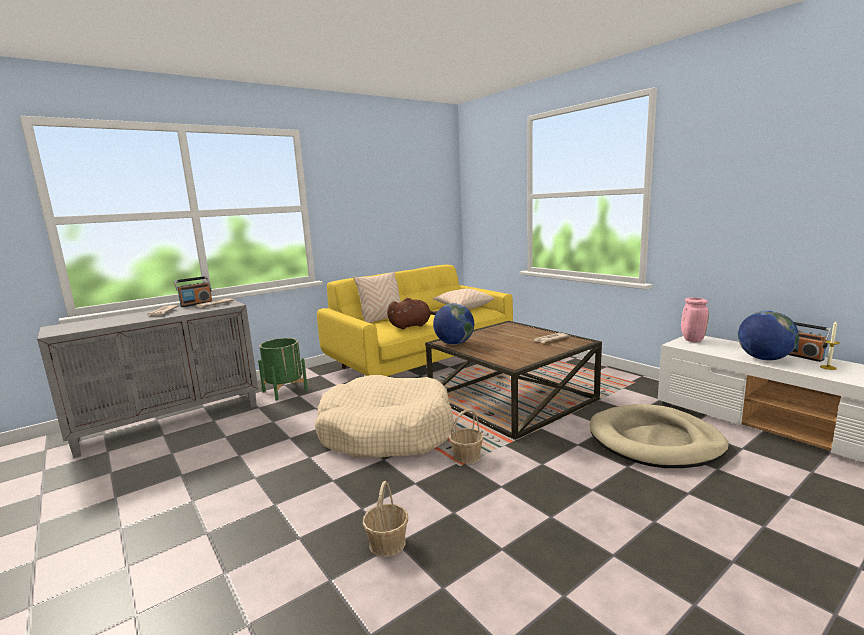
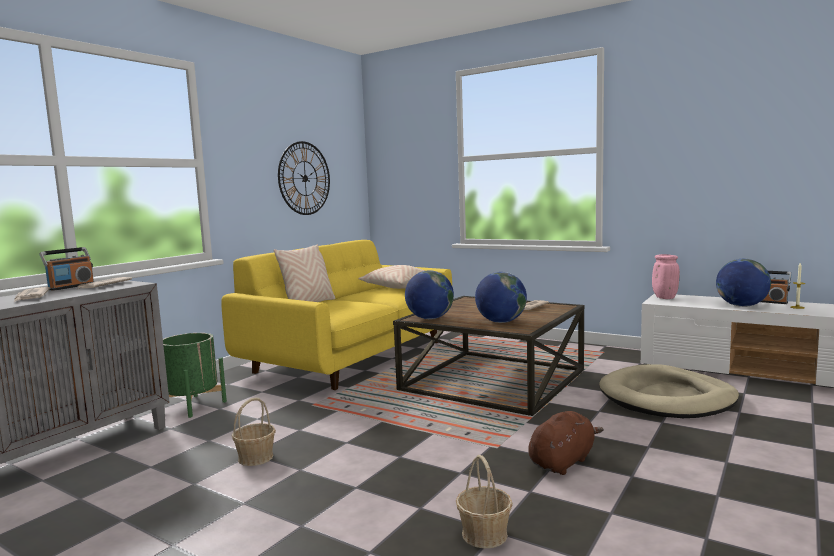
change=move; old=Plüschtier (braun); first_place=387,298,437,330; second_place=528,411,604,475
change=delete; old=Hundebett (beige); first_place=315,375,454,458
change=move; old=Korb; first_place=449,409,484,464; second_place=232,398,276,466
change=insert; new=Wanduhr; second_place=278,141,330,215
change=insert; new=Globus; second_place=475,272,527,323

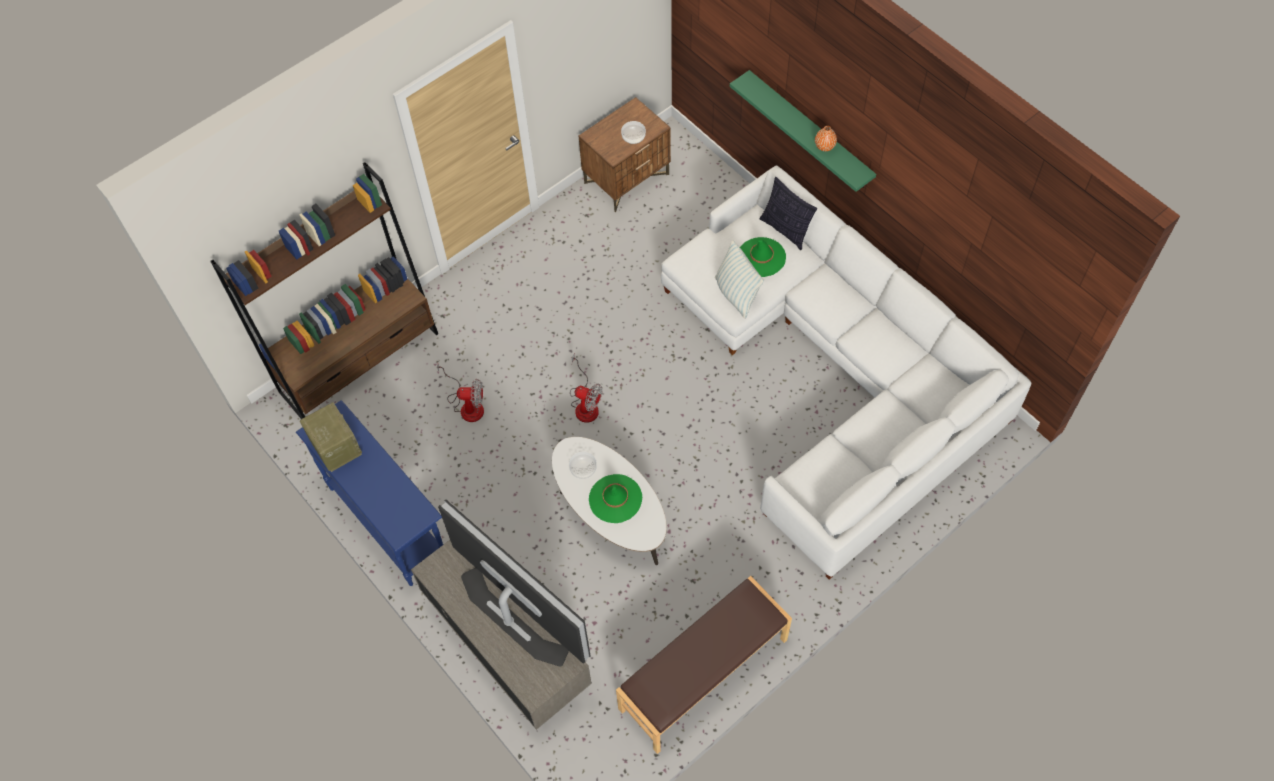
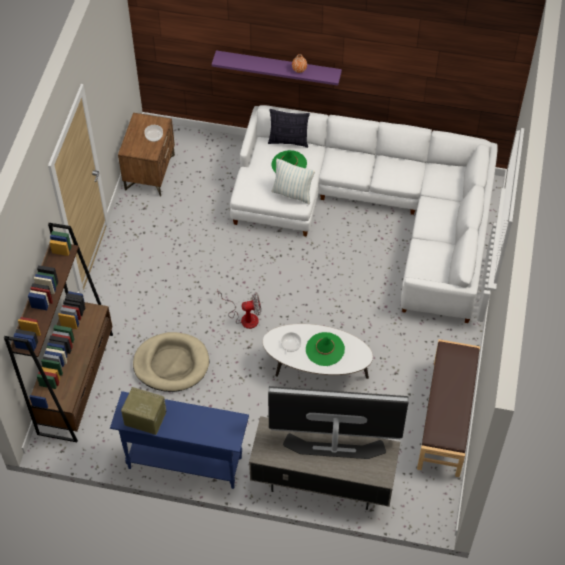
change=recolor; old=Wandregal (grün); new=Wandregal (lila); first_place=730,70,876,192; second_place=212,50,342,86
change=replace; old=Ventilator; new=Hundebett (beige); first_place=437,363,484,422; second_place=133,332,209,392

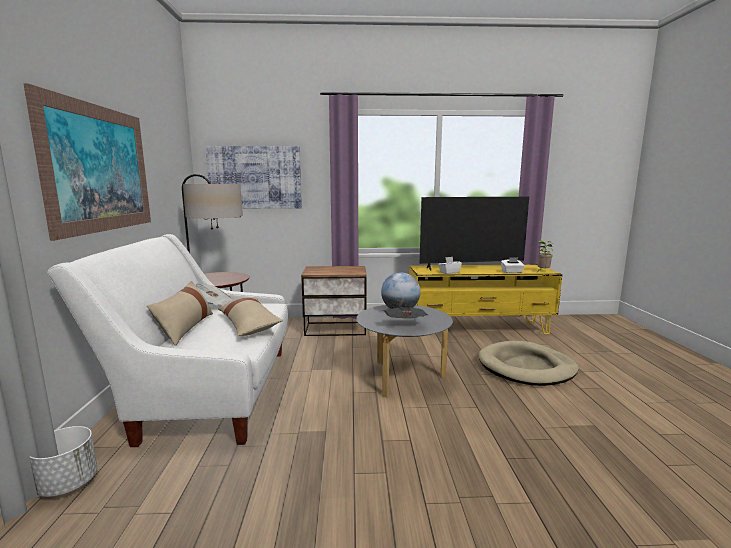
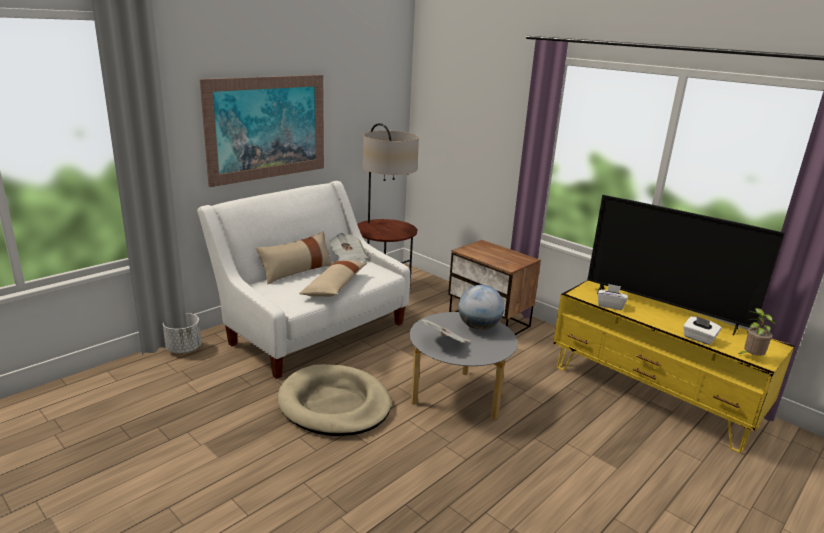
change=delete; old=Bild; first_place=206,146,302,209
change=move; old=Hundebett (beige); first_place=478,341,579,386; second_place=278,364,391,436

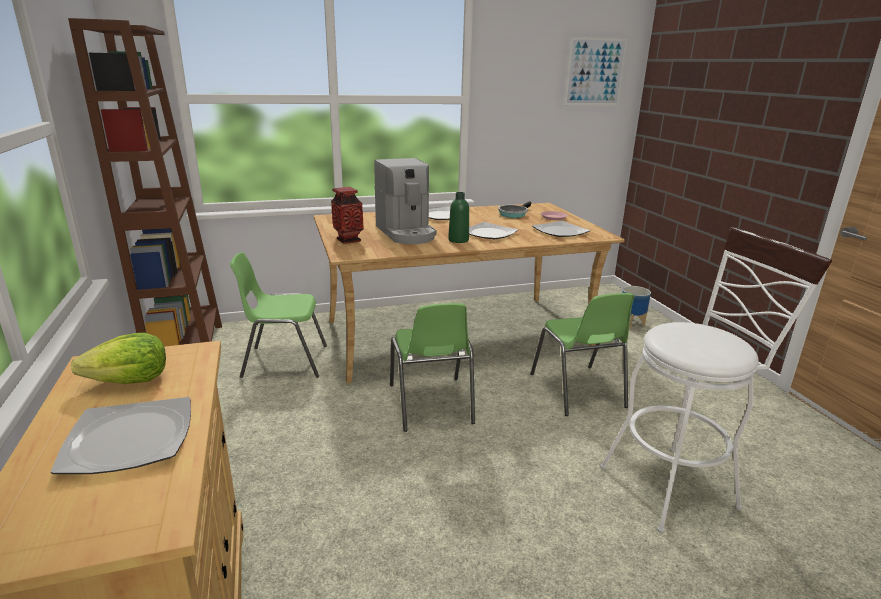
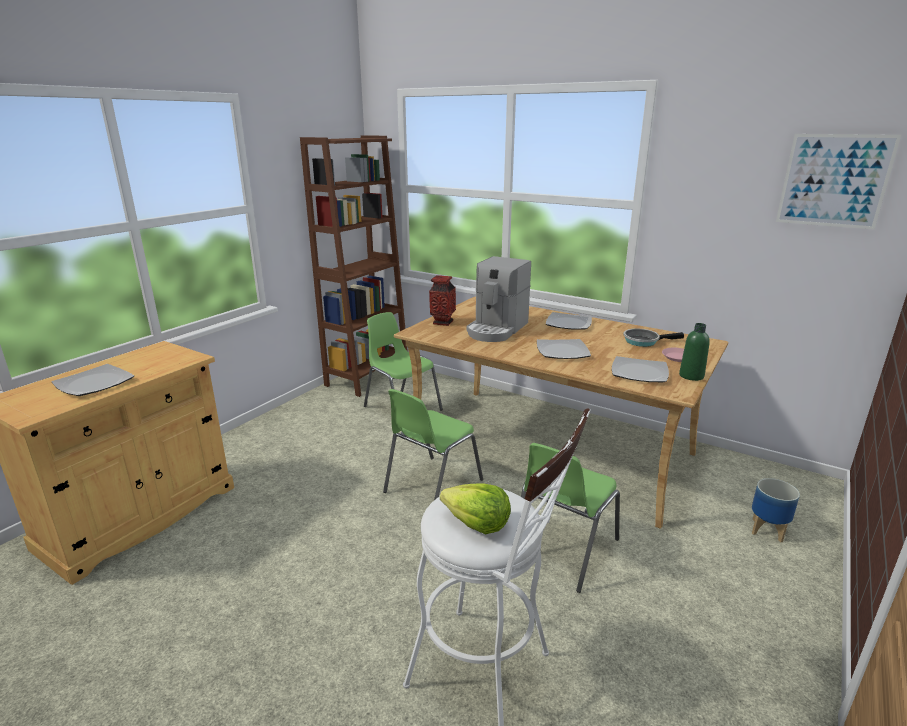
change=move; old=Flasche (grün); first_place=448,192,469,243; second_place=679,323,710,381
change=move; old=Salatkopf; first_place=71,333,166,384; second_place=440,483,511,534

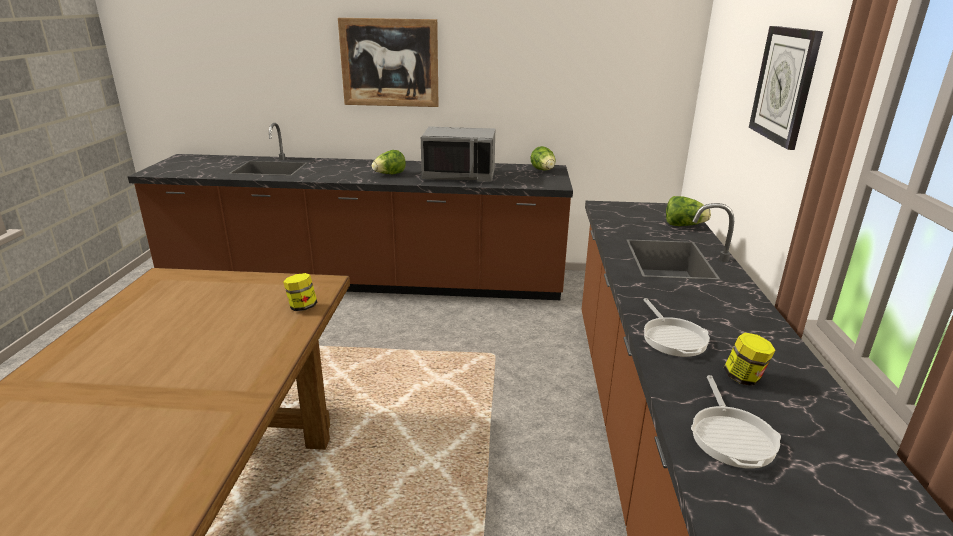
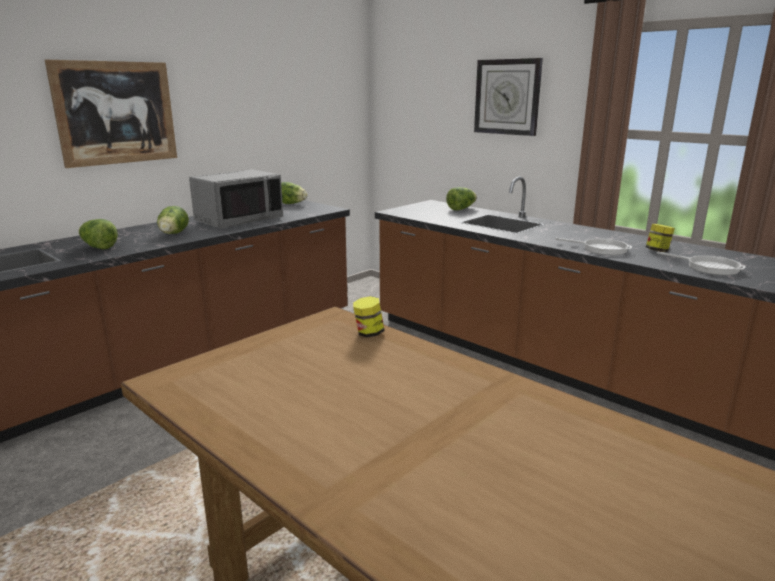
change=insert; new=Salatkopf; second_place=79,219,118,249

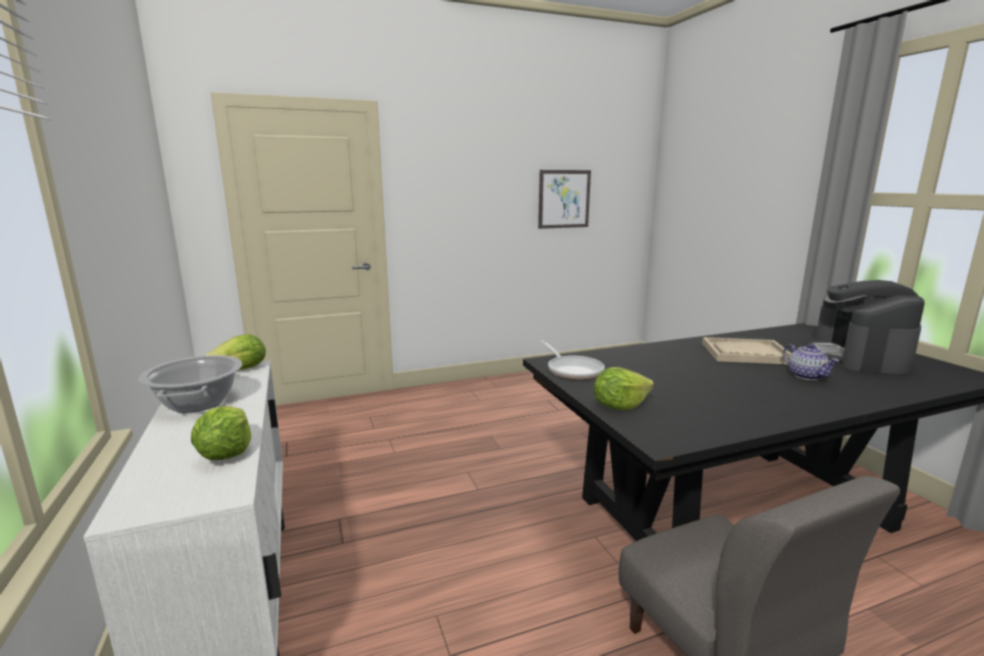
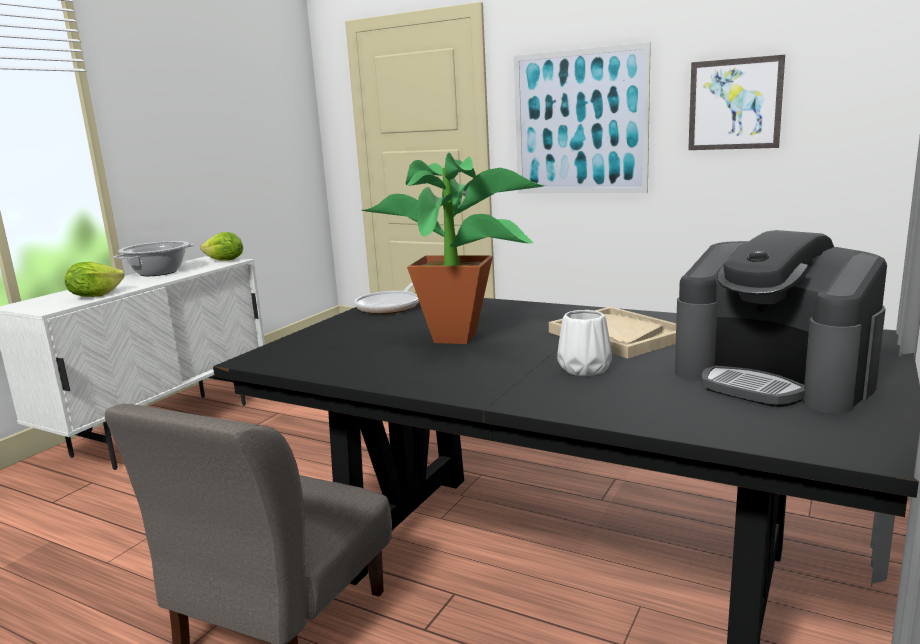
change=rotate; old=Kaffeemaschine; first_place=811,280,925,374; second_place=675,230,887,414; degrees=-105
change=replace; old=Teekanne; new=Vase (weiß); first_place=783,344,839,380; second_place=557,310,612,376
change=delete; old=Salatkopf; first_place=594,367,654,410
change=insert; new=Bild; second_place=514,42,651,193
change=insert; new=Topfpflanze; second_place=362,153,546,344

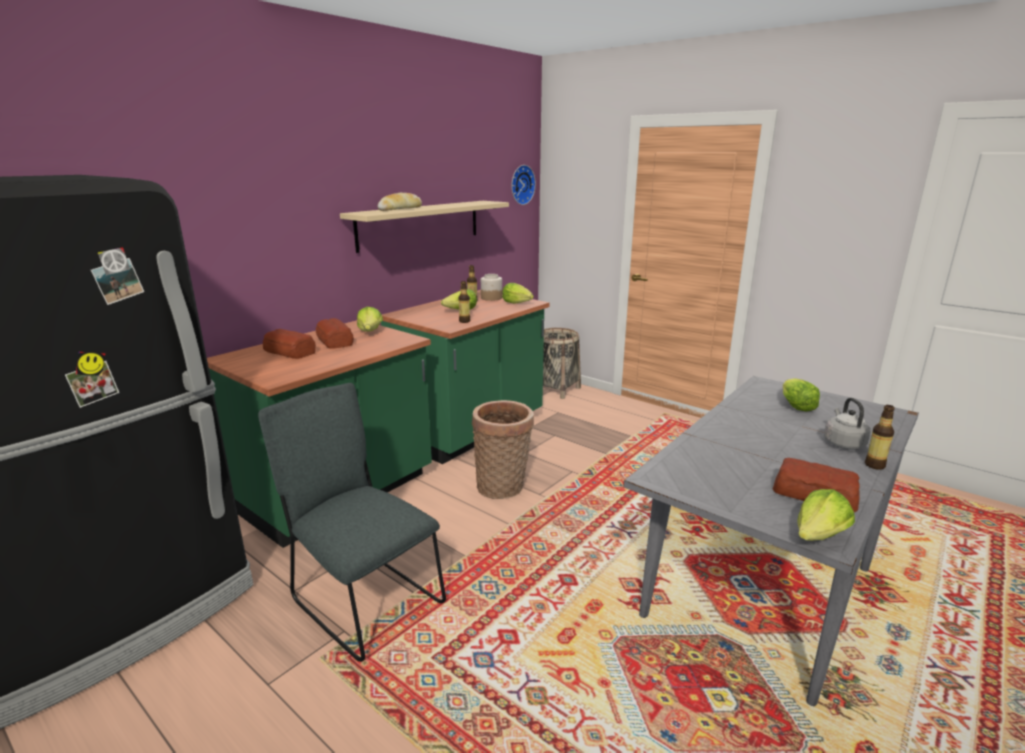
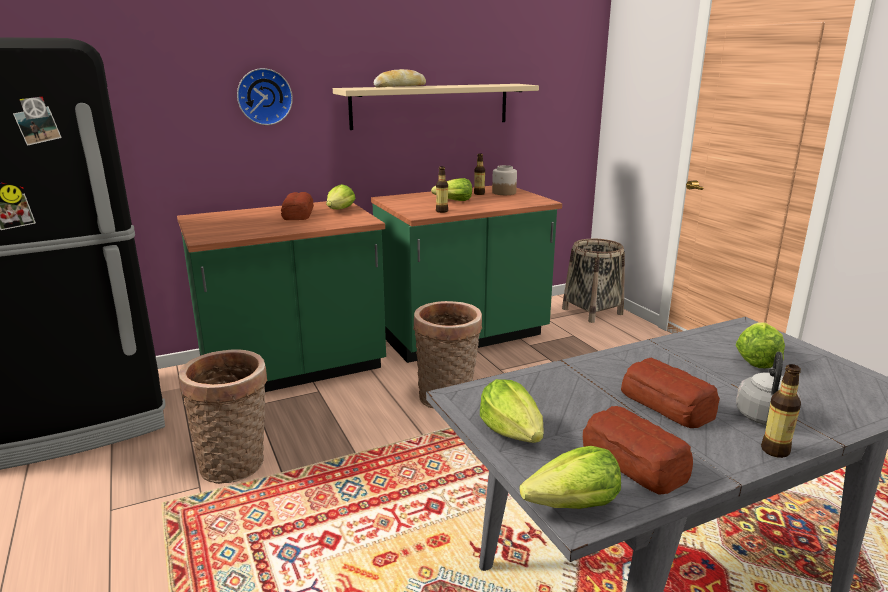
change=move; old=Wanduhr; first_place=512,165,536,205; second_place=237,68,293,125
change=move; old=Salatkopf; first_place=502,283,534,303; second_place=480,379,544,443
change=move; old=Brot; first_place=263,329,316,359; second_place=621,358,720,428
change=replace; old=Stuhl (grau); new=Korb; first_place=258,383,446,662; second_place=179,349,267,484

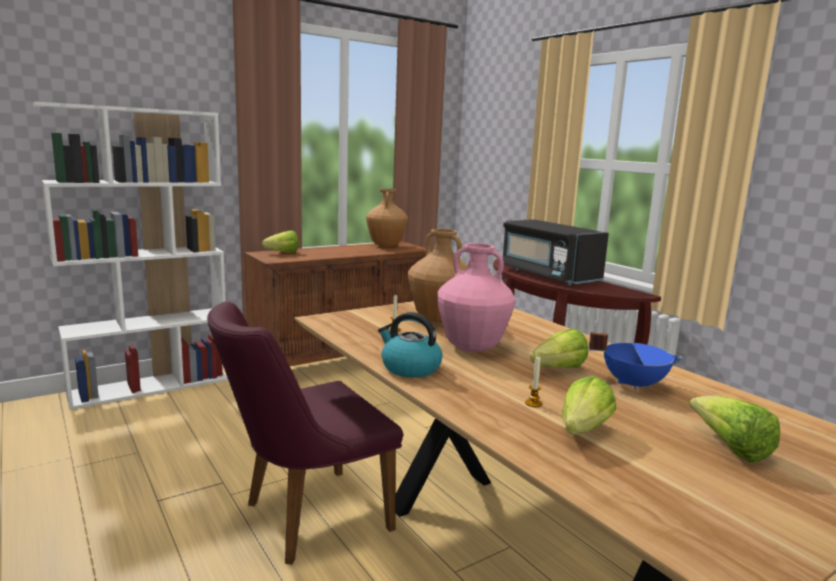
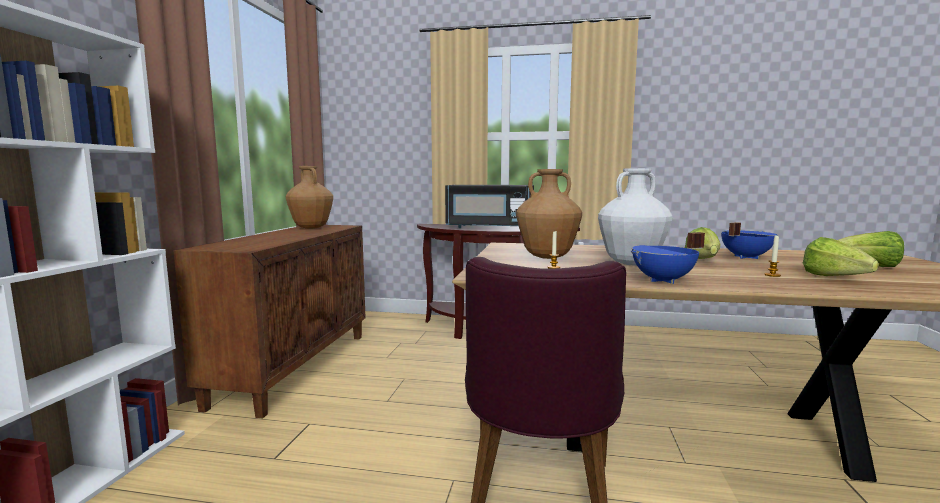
change=delete; old=Salatkopf; first_place=262,231,299,253
change=recolor; old=Vase (rosa); new=Vase (weiß); first_place=437,243,516,352; second_place=598,168,672,265
change=replace; old=Wasserkessel; new=Kochtopf (blau); first_place=378,312,442,377; second_place=631,232,705,284

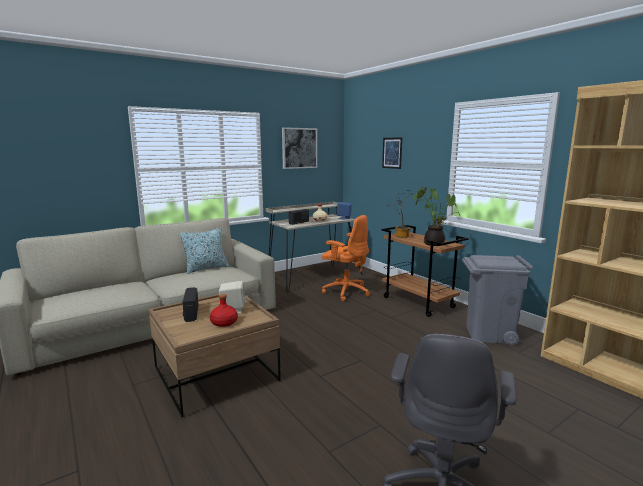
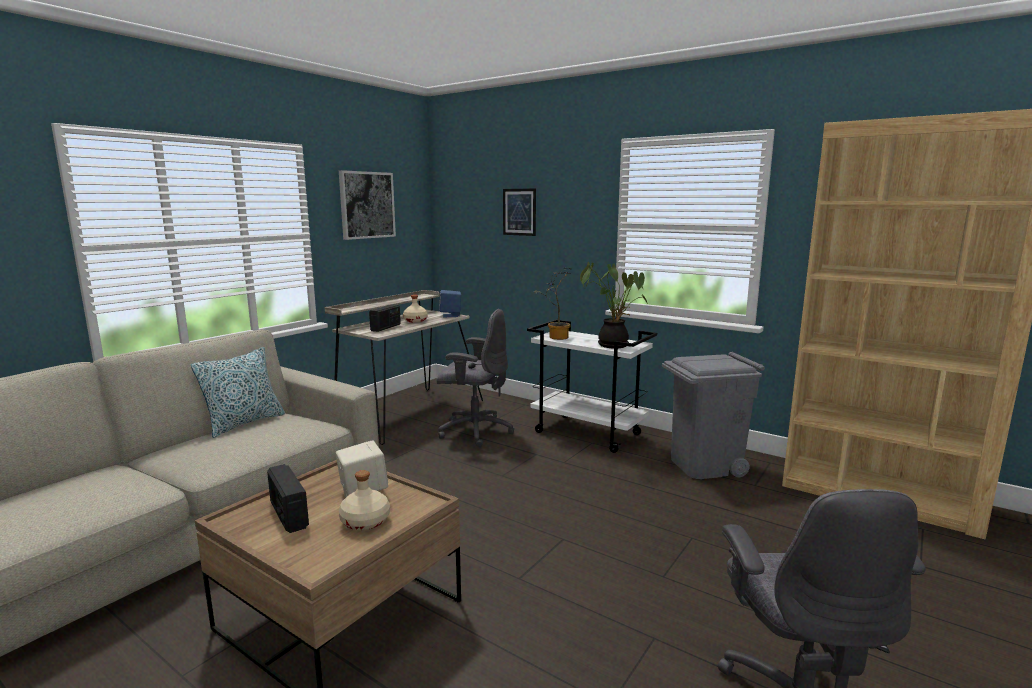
change=recolor; old=Bürostuhl (orange); new=Bürostuhl (grau); first_place=322,215,370,301; second_place=437,309,514,447
change=recolor; old=Rollwagen (braun); new=Rollwagen (weiß); first_place=382,225,469,317; second_place=527,320,657,453
change=recolor; old=Flasche (rot); new=Flasche (beige); first_place=210,294,238,327; second_place=339,470,390,530

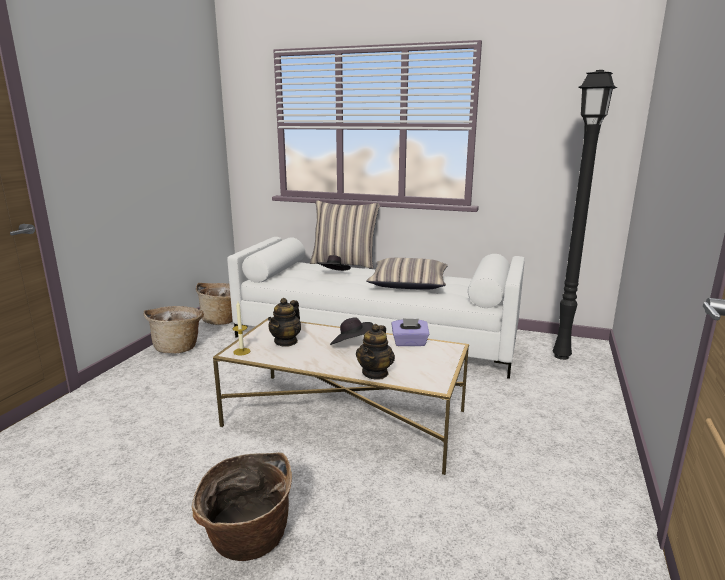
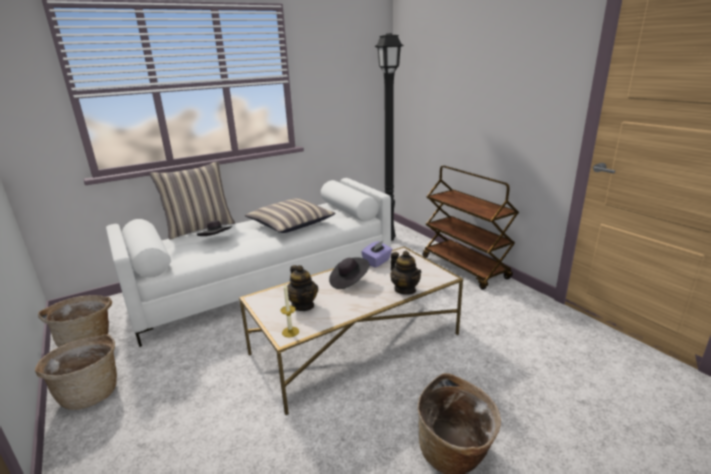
change=insert; new=Rollwagen (braun); second_place=423,166,519,290

